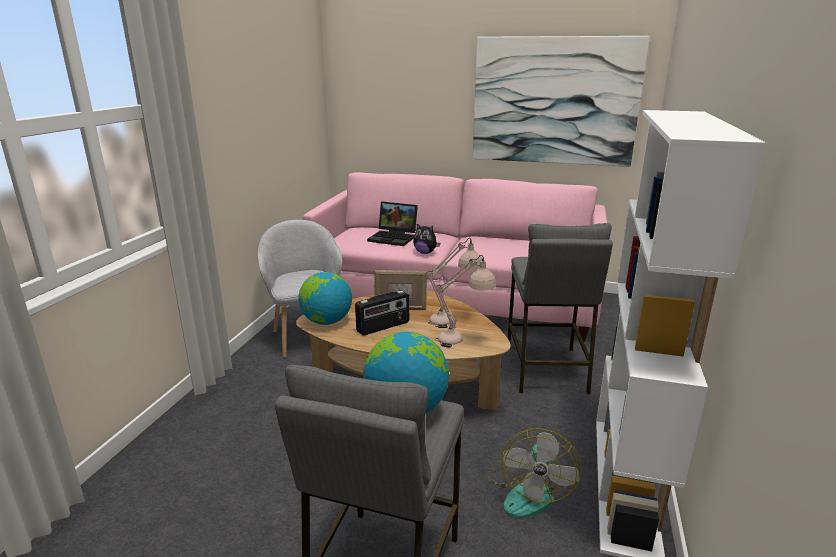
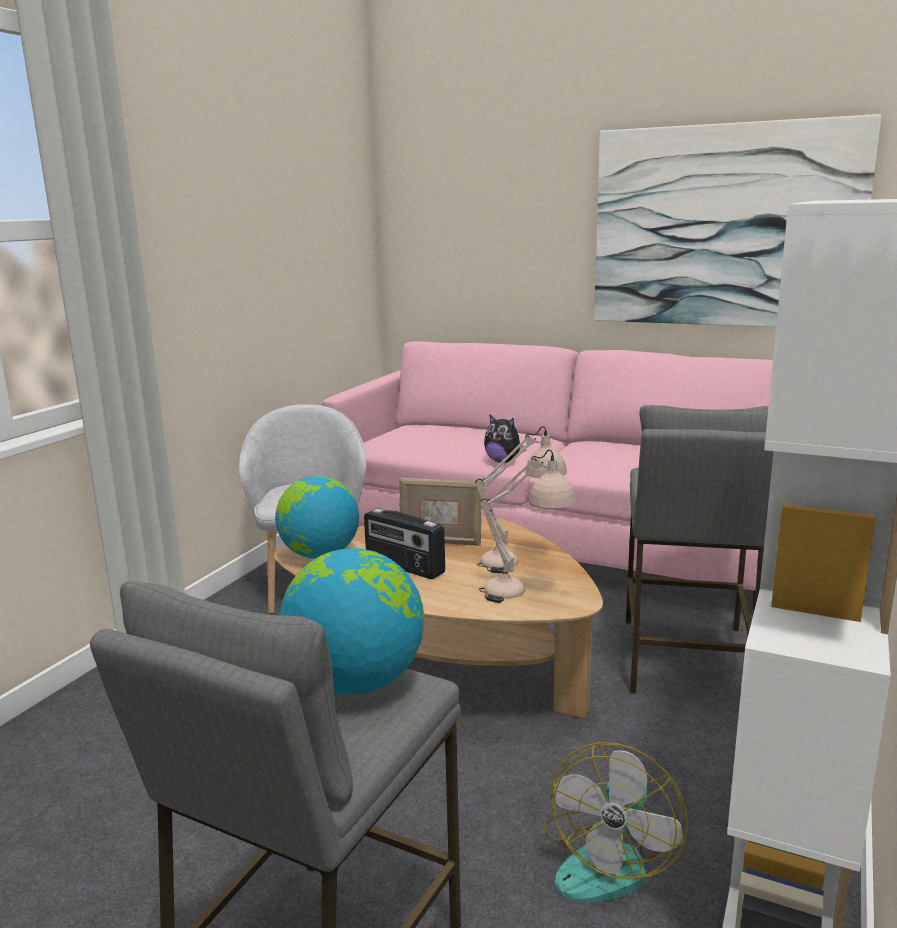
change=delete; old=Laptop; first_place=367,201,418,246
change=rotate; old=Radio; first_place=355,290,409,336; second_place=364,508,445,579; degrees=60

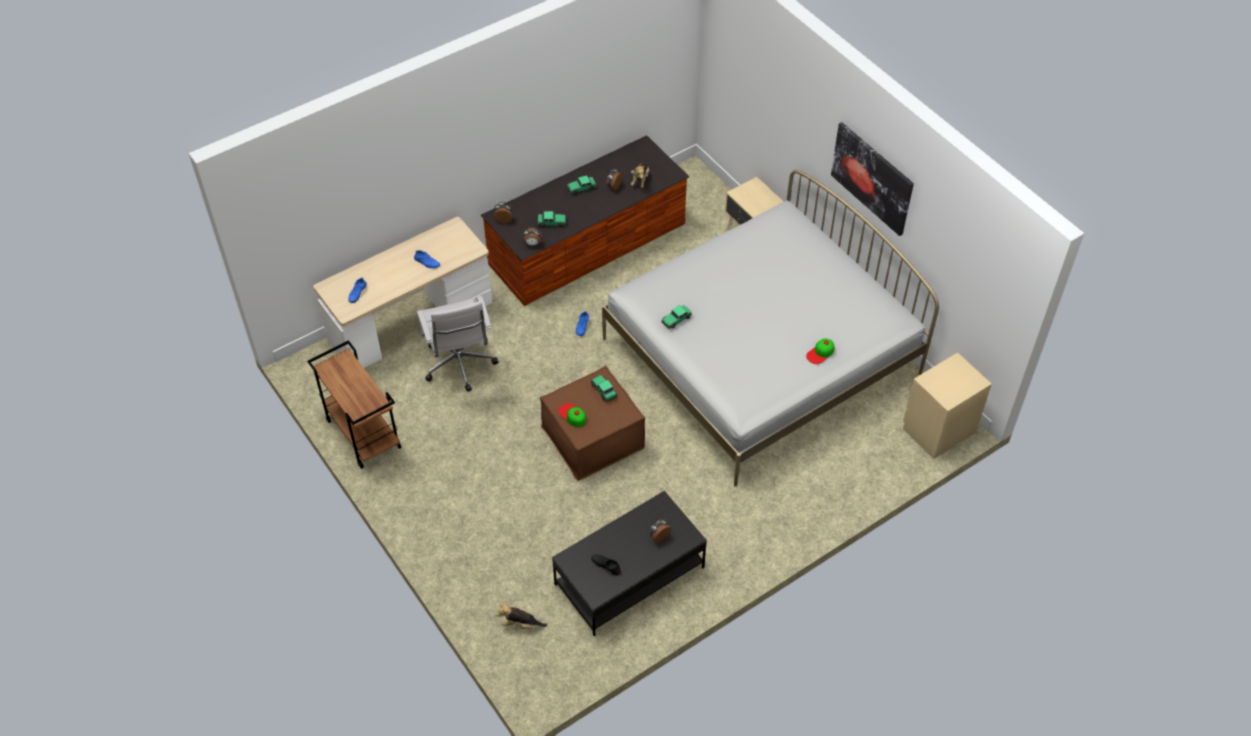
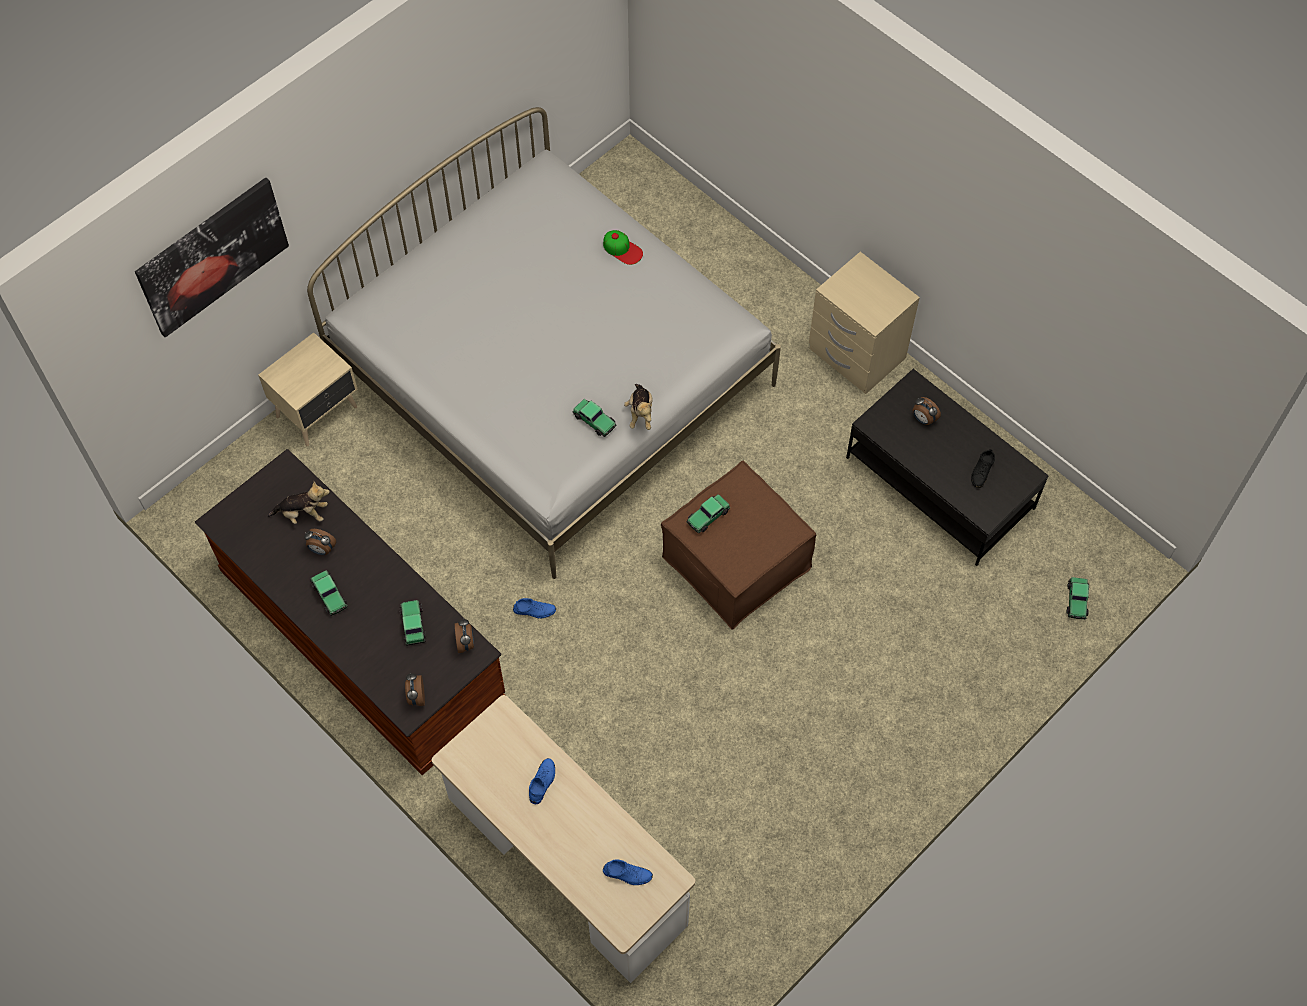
change=move; old=Bild; first_place=831,122,914,236; second_place=135,177,289,338
change=delete; old=Bürostuhl (weiß); first_place=417,296,498,392
change=delete; old=Rollwagen (braun); first_place=307,340,401,469
change=move; old=Nachttisch (beige); first_place=903,352,992,459; second_place=809,252,920,394
change=delete; old=Kappe; first_place=558,403,586,427
change=move; old=Plüschtier; first_place=496,603,547,629; second_place=624,384,653,430
change=insert; new=Spielzeugauto; second_place=1067,577,1089,619

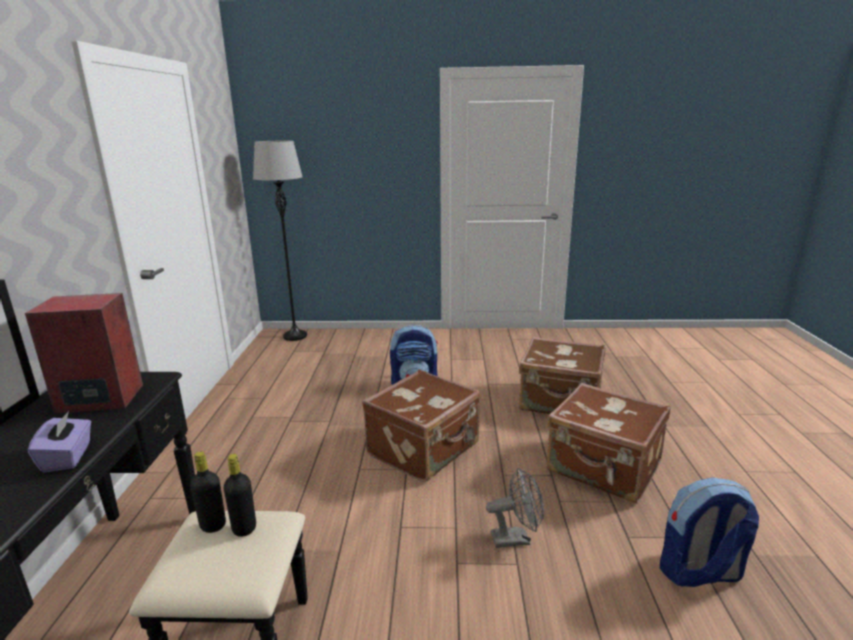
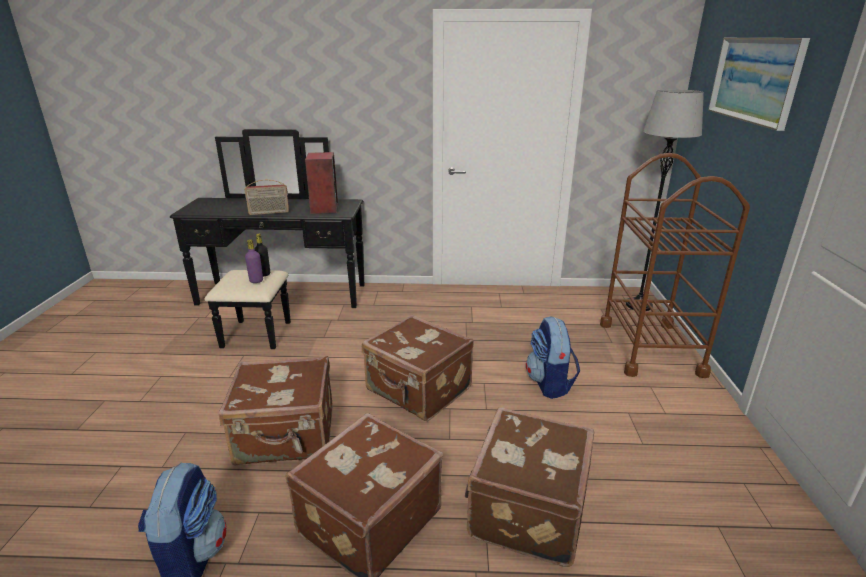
change=replace; old=Taschentuchbox (lila); new=Radio; first_place=28,411,91,472; second_place=245,179,289,215
change=recolor; old=Flasche (schwarz); new=Flasche (lila); first_place=224,454,256,537; second_place=245,239,263,283
change=replace; old=Ventilator (grau); new=Koffer (braun); first_place=486,468,544,548; second_place=219,356,333,466
change=insert; new=Bild; second_place=708,38,810,131
change=insert; new=Rollwagen (braun); second_place=600,153,750,378

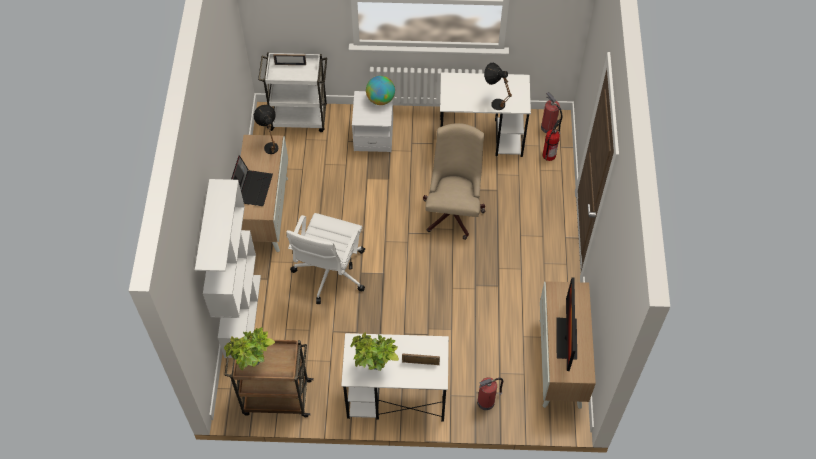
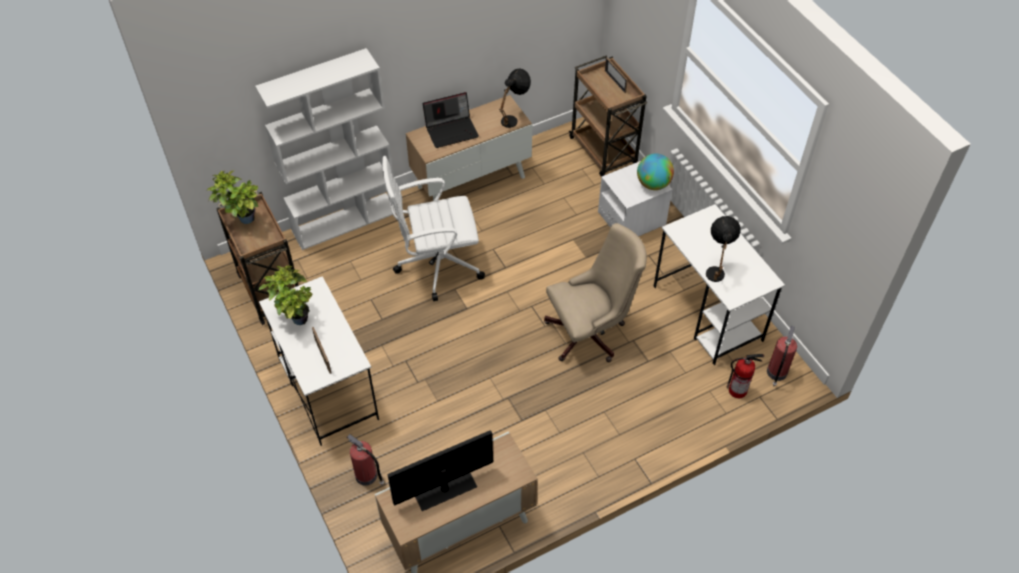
change=recolor; old=Rollwagen (weiß); new=Rollwagen (braun); first_place=258,52,327,132; second_place=569,56,647,177

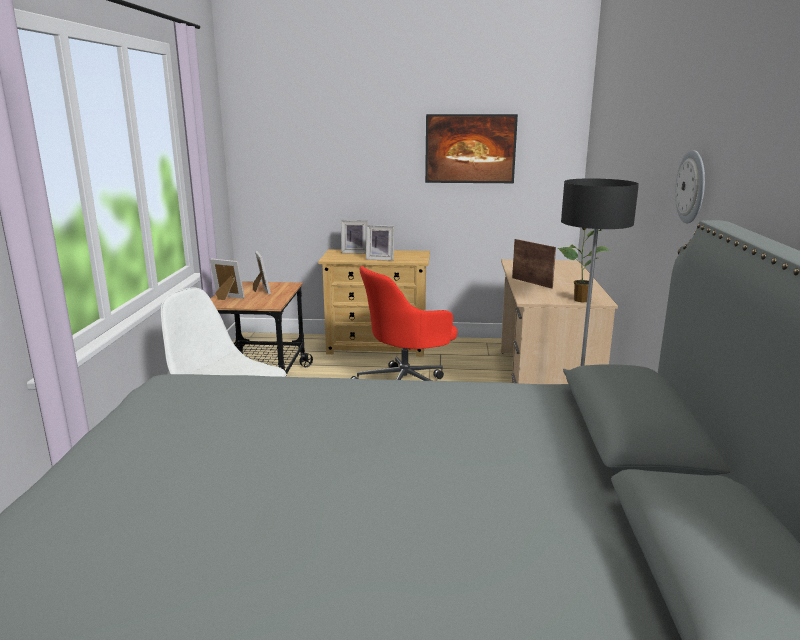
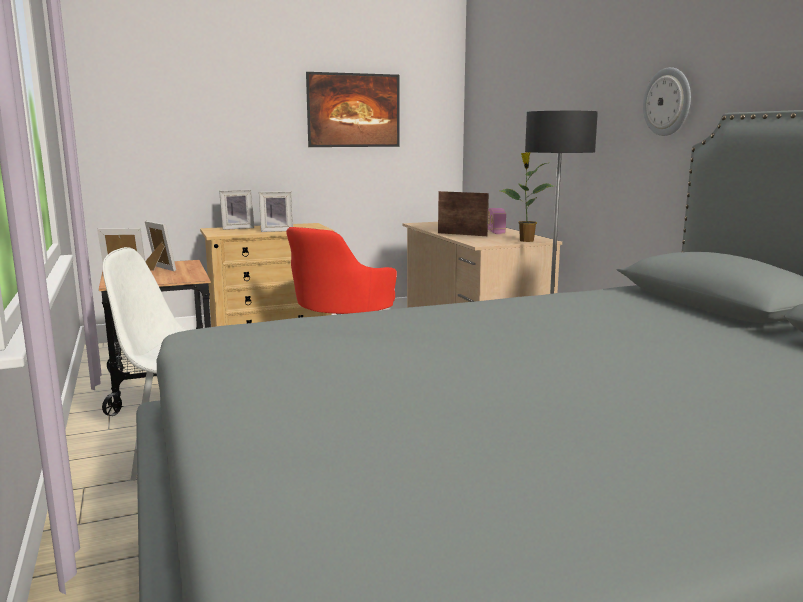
change=insert; new=Radio; second_place=488,208,506,234

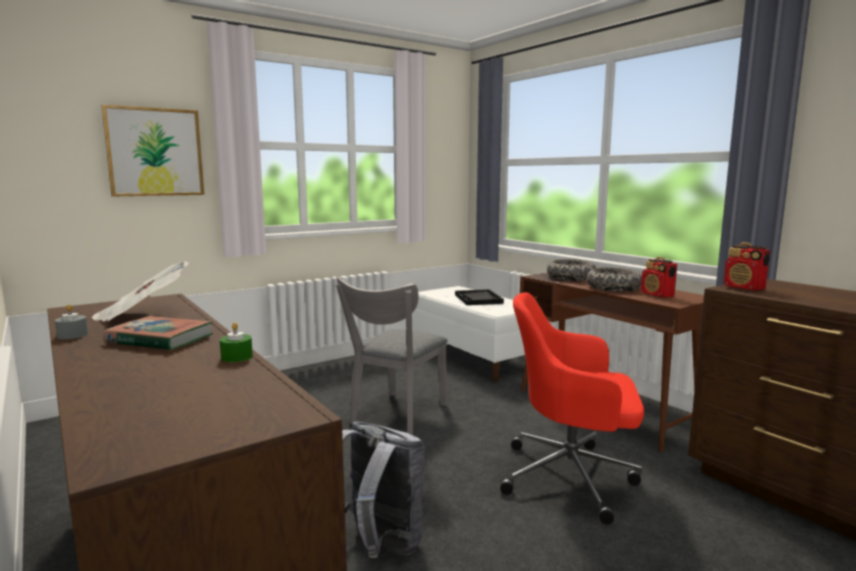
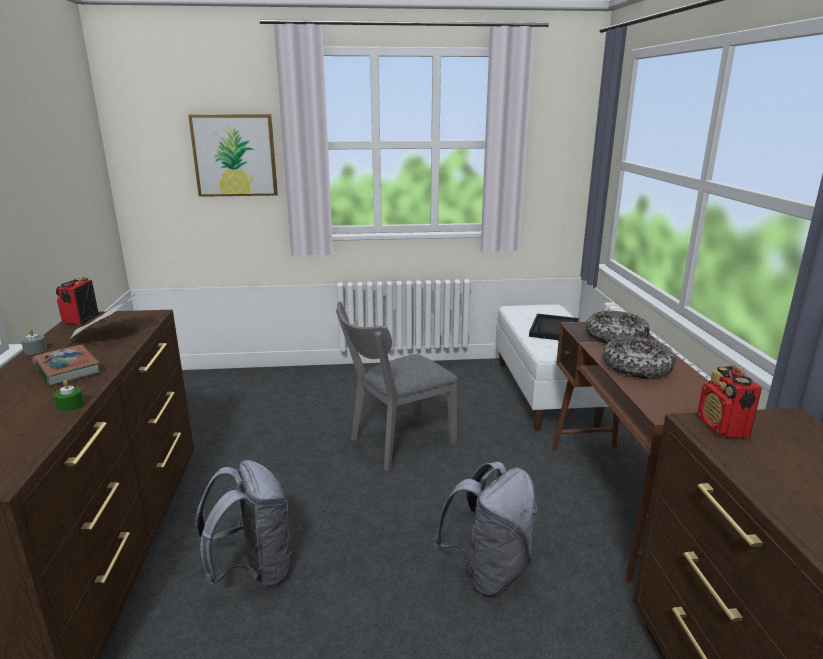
change=move; old=Radio; first_place=641,257,677,298; second_place=56,277,99,325
change=replace; old=Bürostuhl (rot); new=Rucksack (grau); first_place=500,292,644,525; second_place=434,462,537,596

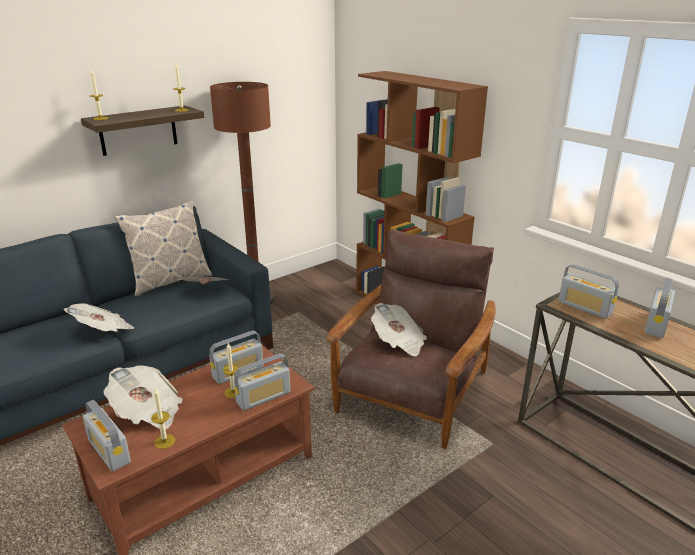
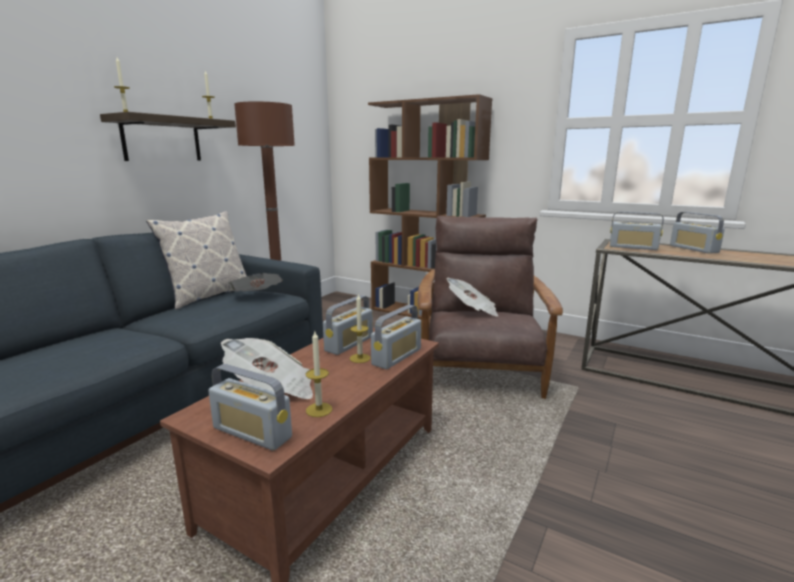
change=rotate; old=Radio; first_place=644,278,675,338; second_place=670,212,725,254; degrees=150
change=delete; old=Zeitung; first_place=64,303,135,332

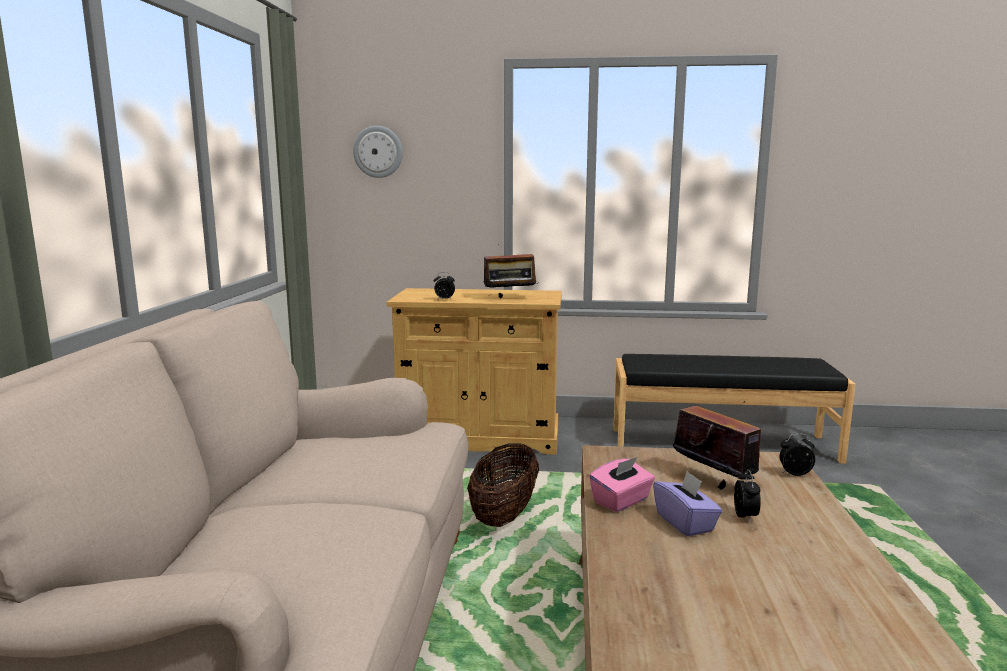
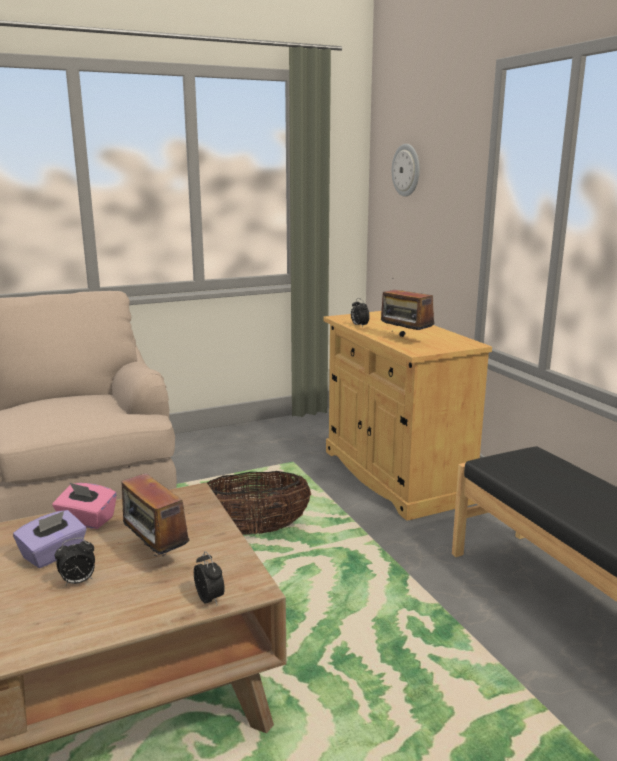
change=rotate; old=Radio; first_place=673,401,761,490; second_place=122,466,189,556; degrees=120

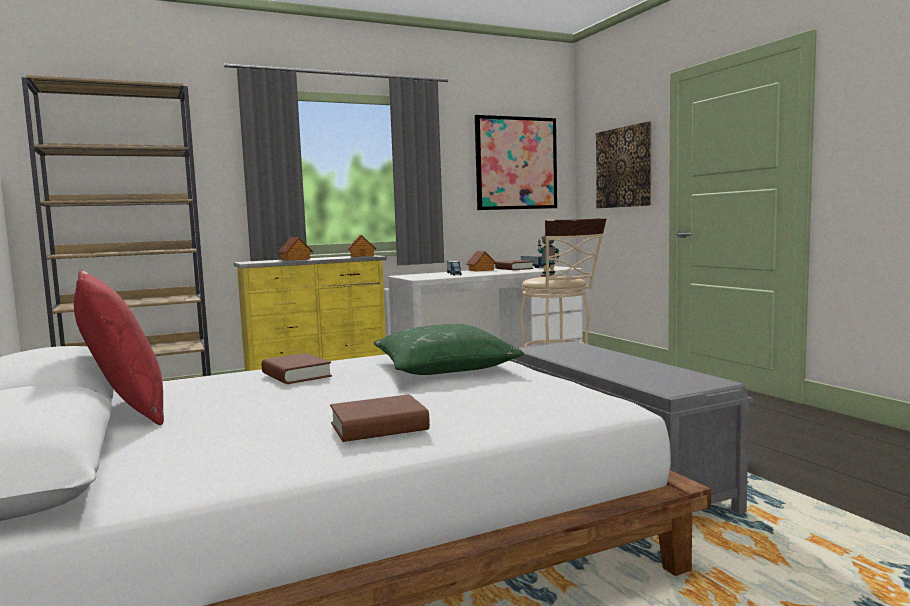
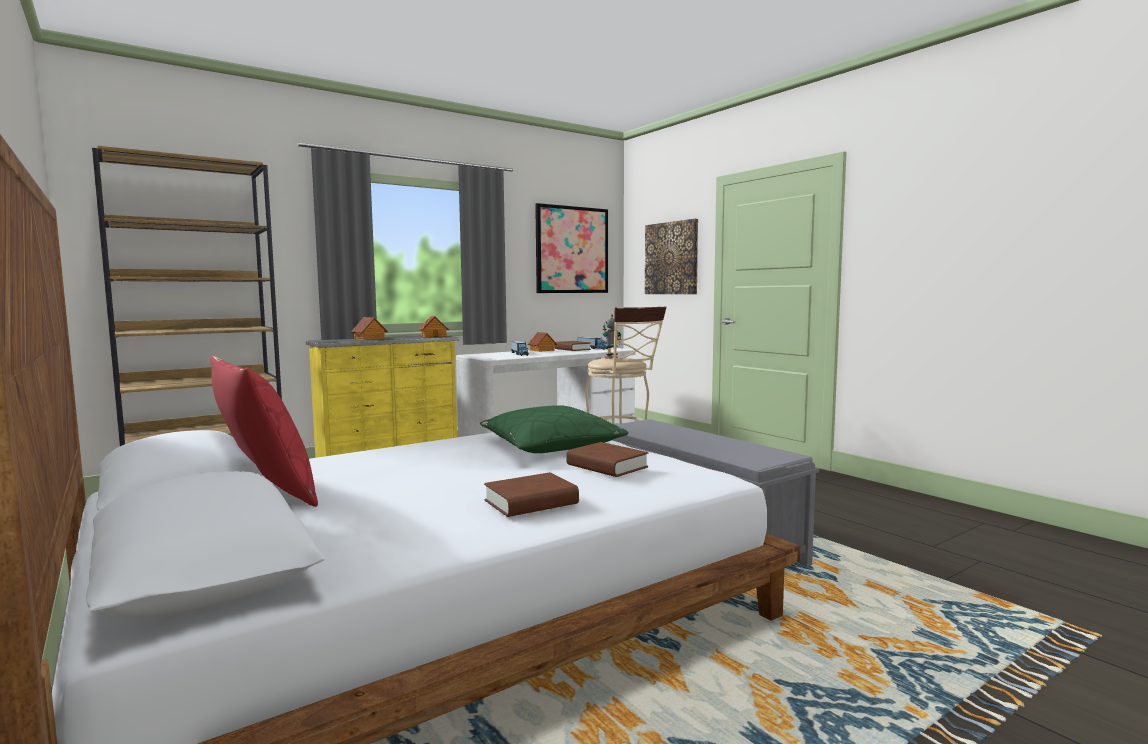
change=move; old=Buch (braun); first_place=262,353,332,384; second_place=566,442,648,477

